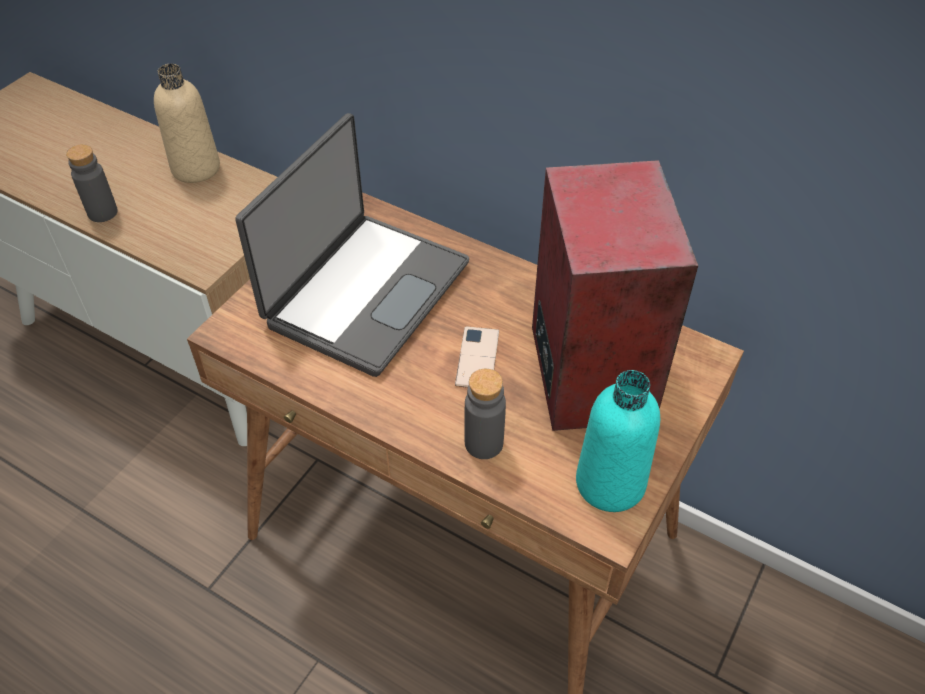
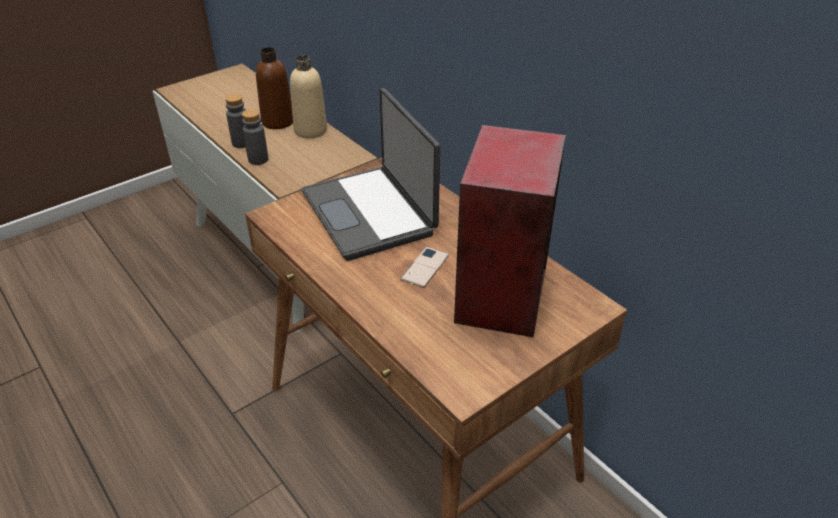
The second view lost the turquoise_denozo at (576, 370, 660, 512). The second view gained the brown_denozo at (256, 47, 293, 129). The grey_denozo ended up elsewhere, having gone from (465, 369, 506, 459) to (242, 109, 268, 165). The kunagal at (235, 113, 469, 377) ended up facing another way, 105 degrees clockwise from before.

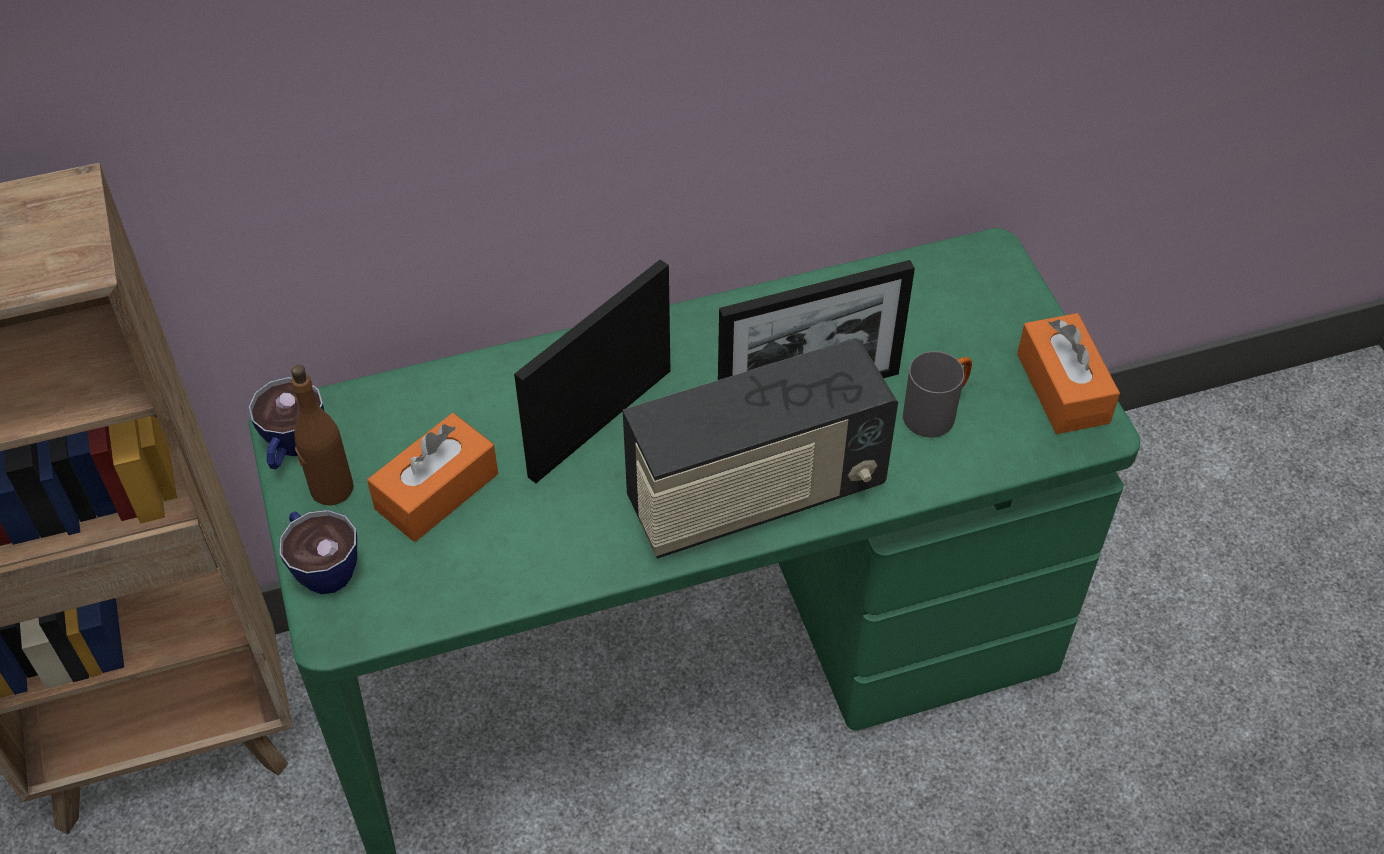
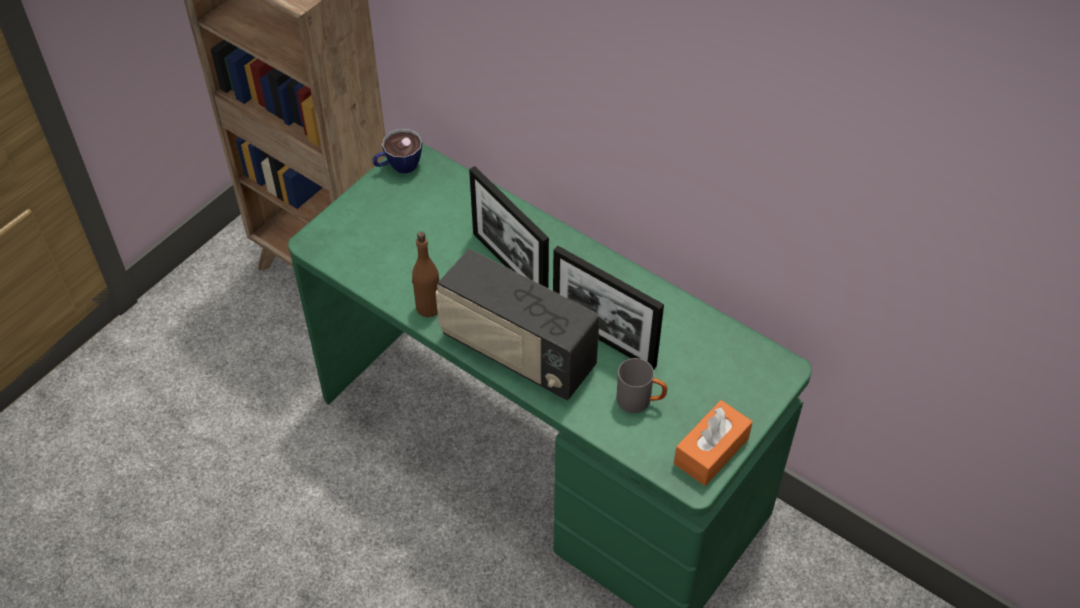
The second view lost the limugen at (279, 510, 357, 594). The second view lost the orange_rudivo at (367, 413, 498, 542). The brown_denozo ended up elsewhere, having gone from (291, 364, 354, 506) to (412, 232, 439, 317). The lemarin at (514, 260, 670, 483) ended up facing another way, 135 degrees counterclockwise from before.

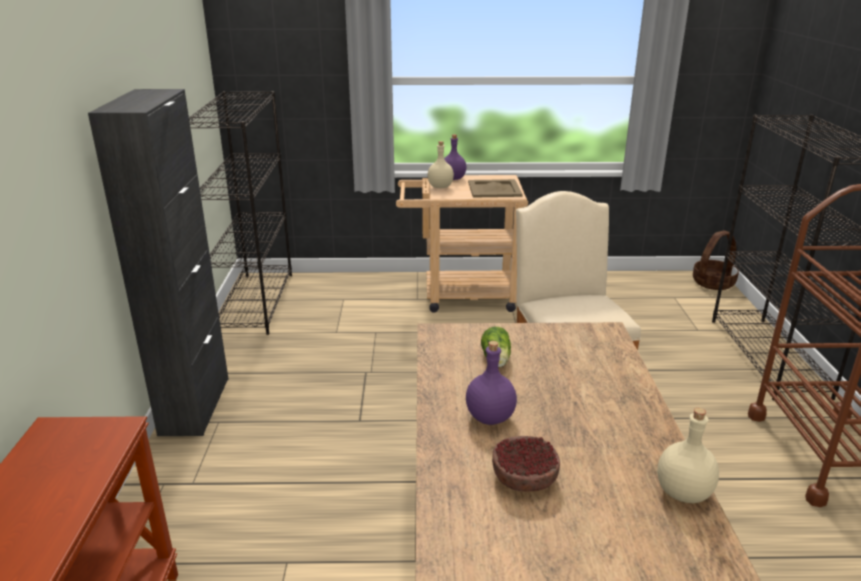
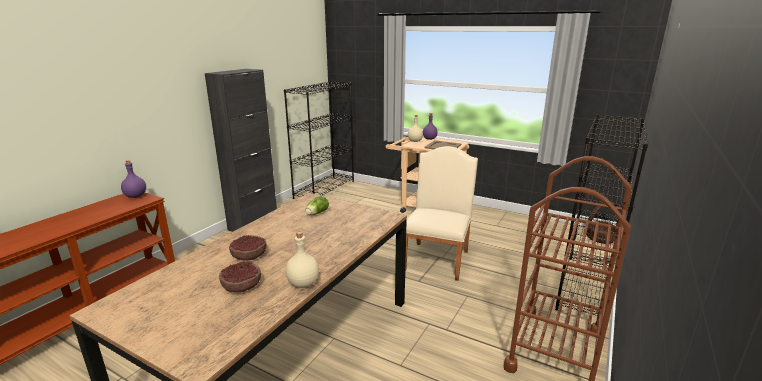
The second view gained the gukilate at (219, 261, 261, 292). The purple_denozo ended up elsewhere, having gone from (466, 341, 517, 425) to (121, 160, 146, 198).

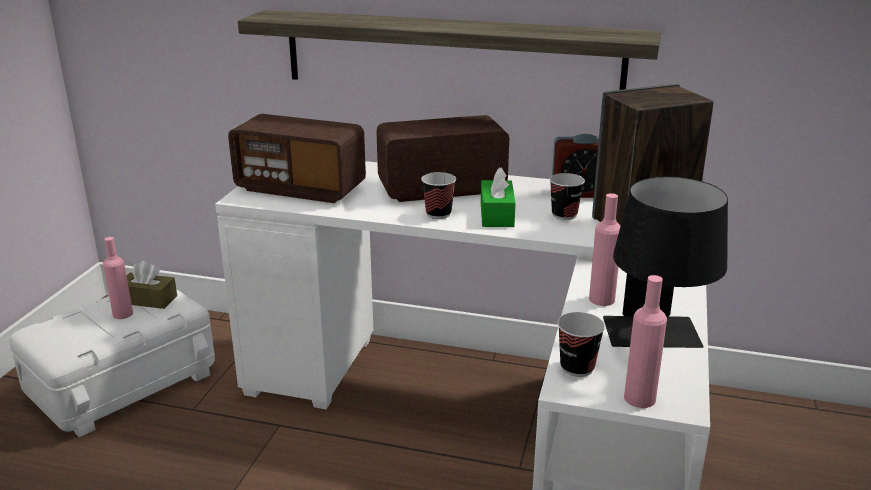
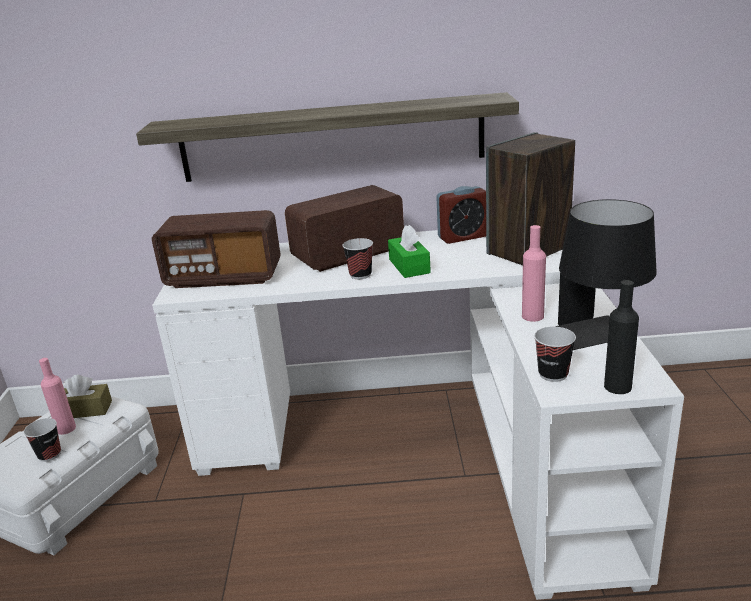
The limugen ended up elsewhere, having gone from (550, 173, 585, 220) to (24, 418, 61, 462). What was the pink_denozo at (624, 275, 667, 408) turned into the black_denozo at (604, 280, 639, 394).

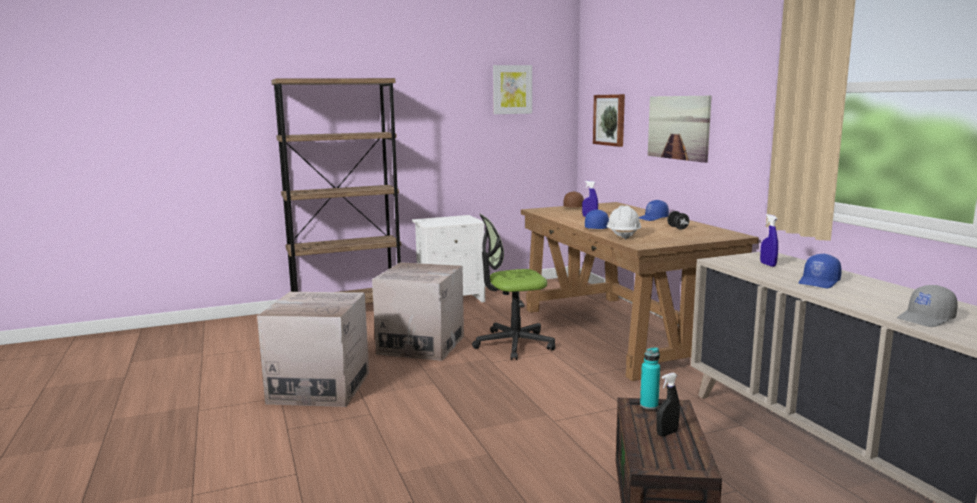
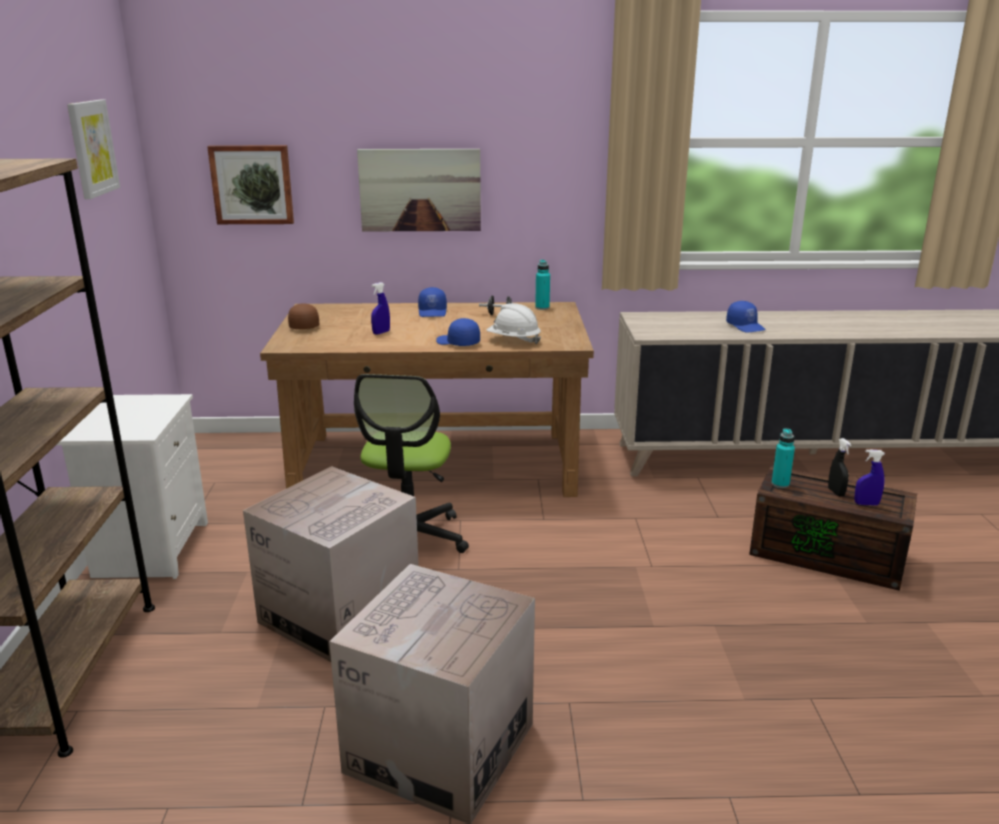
The second view lost the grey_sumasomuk at (897, 285, 958, 327). The second view gained the turquoise_denozo at (535, 260, 550, 310). The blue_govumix ended up elsewhere, having gone from (760, 214, 778, 267) to (854, 449, 885, 506).

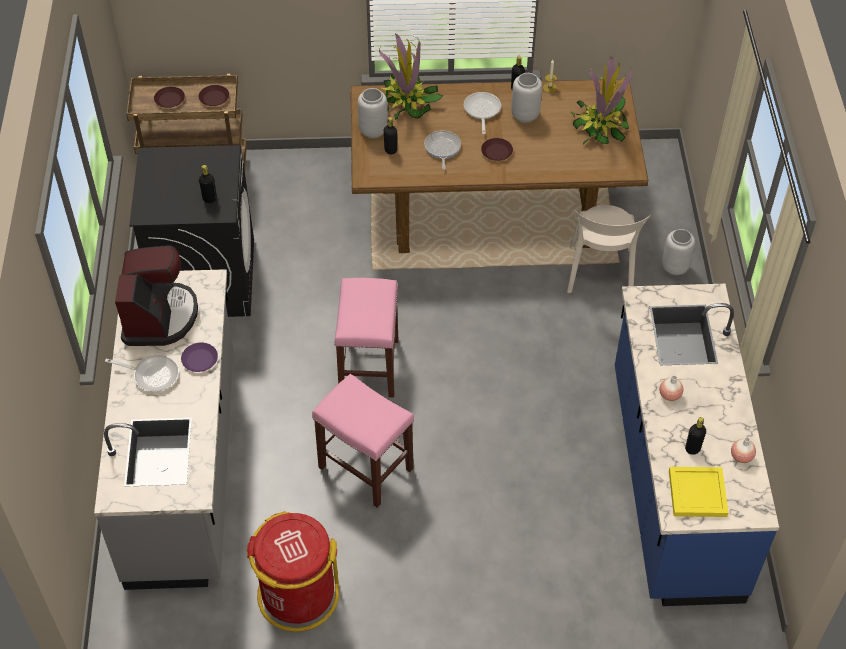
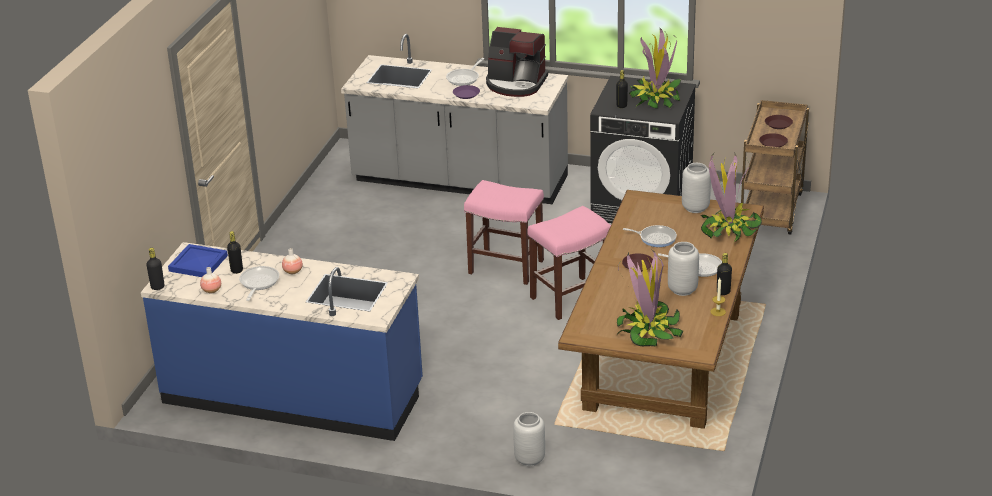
The second view lost the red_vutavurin at (247, 511, 339, 632). The second view lost the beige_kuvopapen at (567, 205, 651, 293). The second view gained the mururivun at (239, 266, 279, 301). The second view gained the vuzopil at (629, 27, 681, 109). The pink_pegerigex ended up elsewhere, having gone from (312, 374, 414, 508) to (527, 206, 611, 320). The black_denozo ended up elsewhere, having gone from (384, 117, 397, 154) to (146, 248, 164, 290). What was the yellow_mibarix at (669, 467, 728, 517) turned into the blue_mibarix at (168, 244, 228, 277).

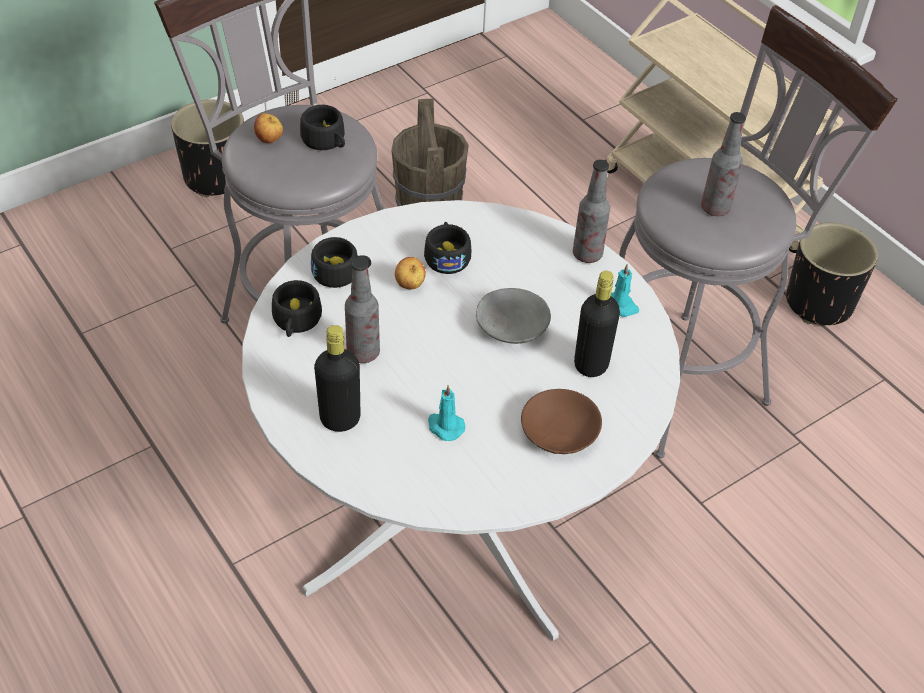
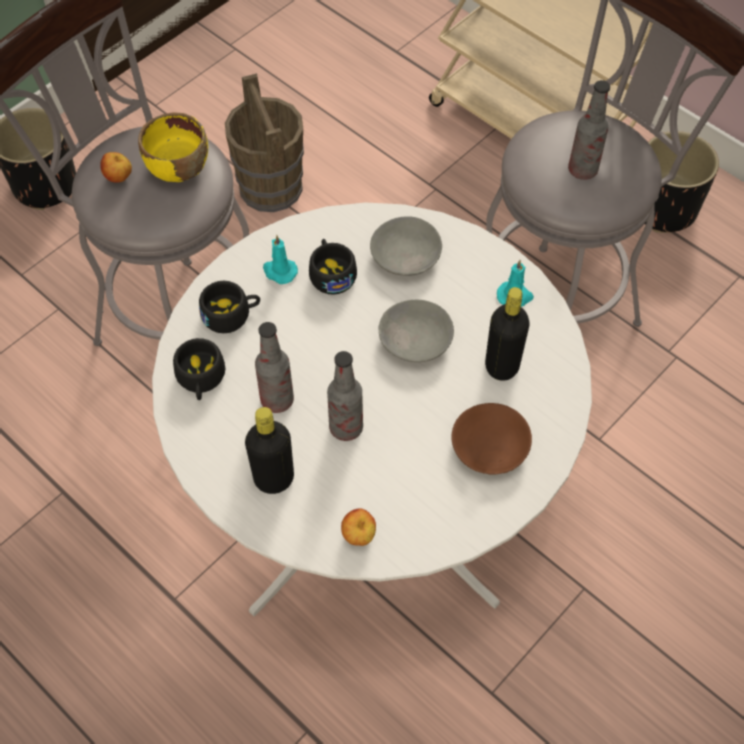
The second view gained the grey_gukilate at (370, 216, 442, 276). The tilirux ended up elsewhere, having gone from (395, 257, 426, 290) to (341, 508, 376, 546). The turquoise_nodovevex ended up elsewhere, having gone from (428, 385, 465, 441) to (263, 235, 298, 284). The denozo ended up elsewhere, having gone from (573, 160, 610, 263) to (327, 351, 363, 441). Where the black_limugen stood at (300, 105, 345, 150), the yellow_gukilate came to stand at (138, 112, 208, 182).

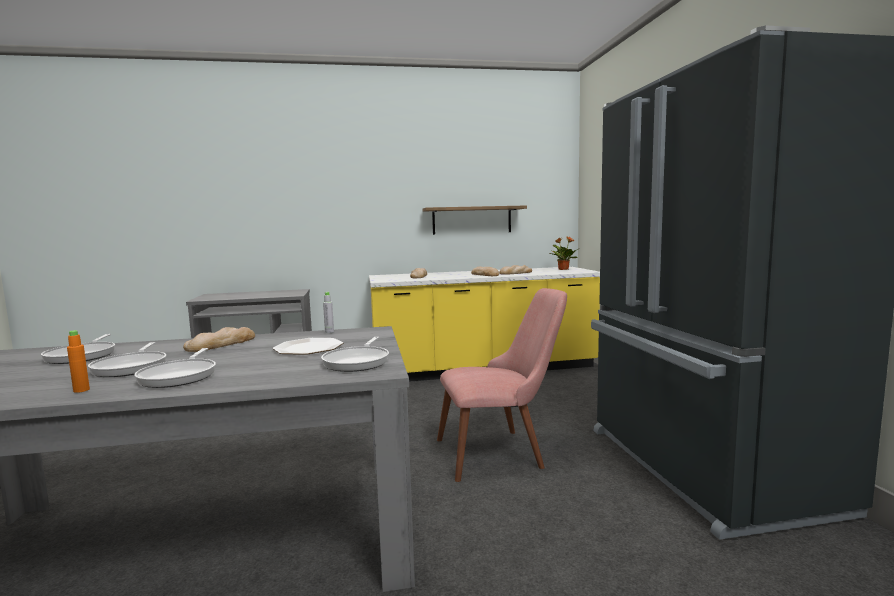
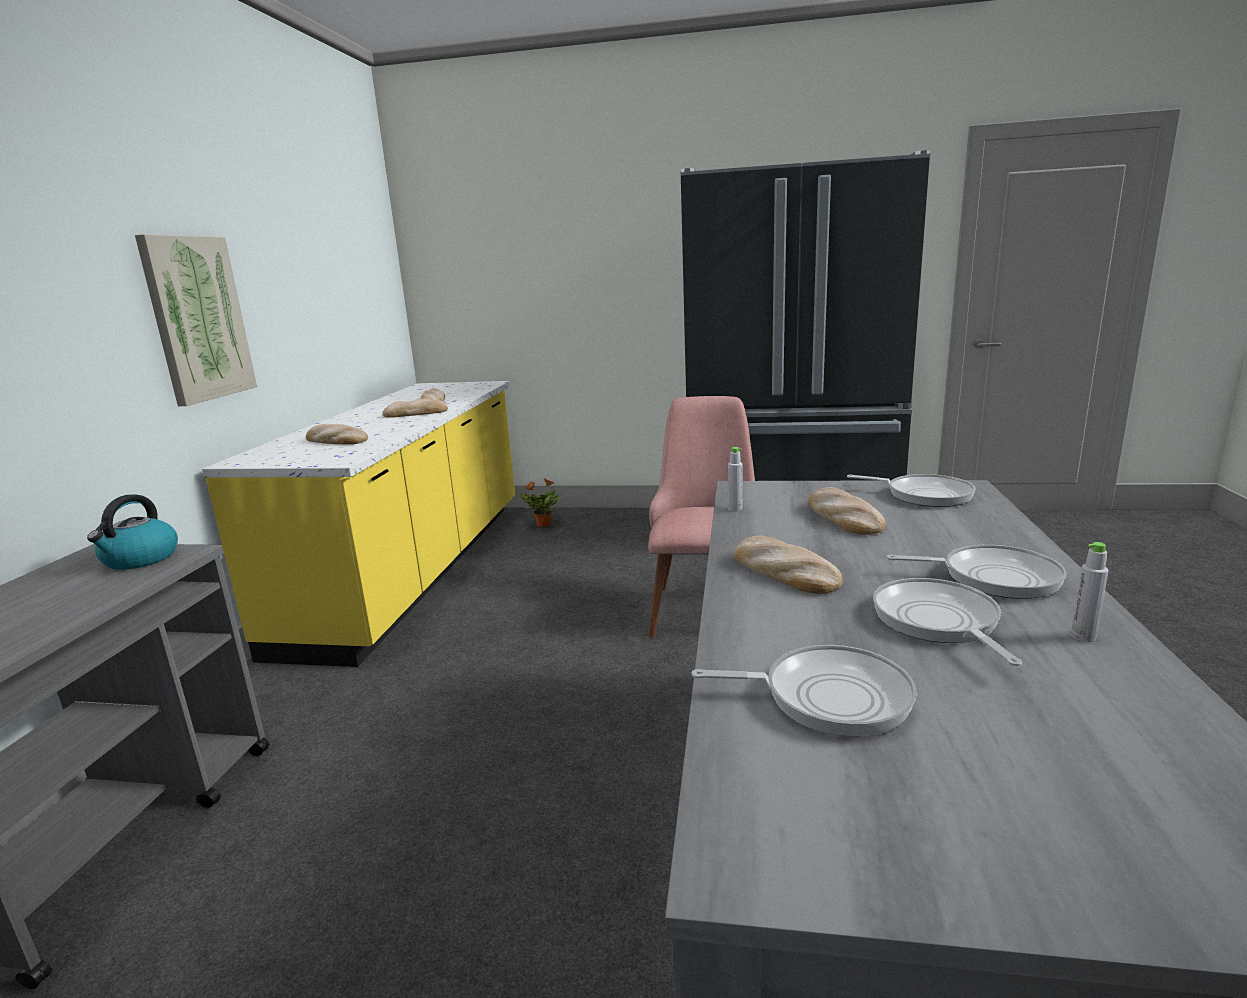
The second view lost the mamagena at (422, 205, 527, 235). The second view gained the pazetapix at (87, 494, 178, 570). The second view gained the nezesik at (135, 234, 257, 406). The vuzopil ended up elsewhere, having gone from (550, 237, 578, 270) to (520, 478, 562, 528). Where the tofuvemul stood at (272, 338, 343, 355), the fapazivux came to stand at (808, 487, 886, 535). What was the orange_denozo at (67, 330, 90, 393) turned into the grey_denozo at (1071, 542, 1109, 642). The mururivun at (88, 342, 166, 377) ended up facing another way, 105 degrees counterclockwise from before.

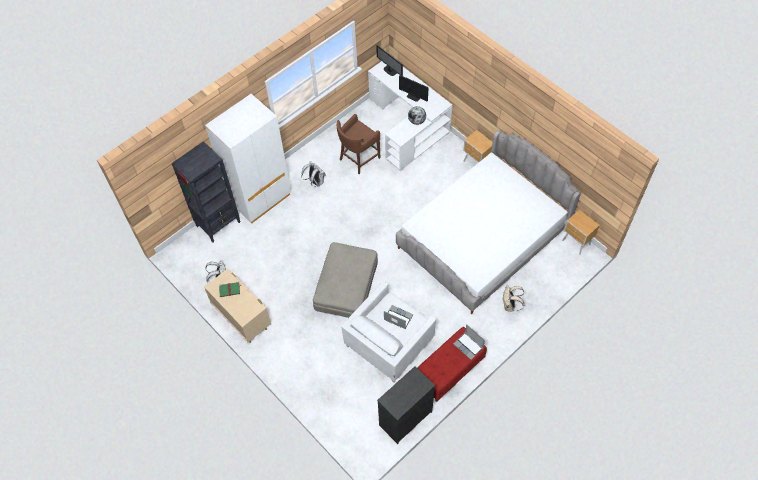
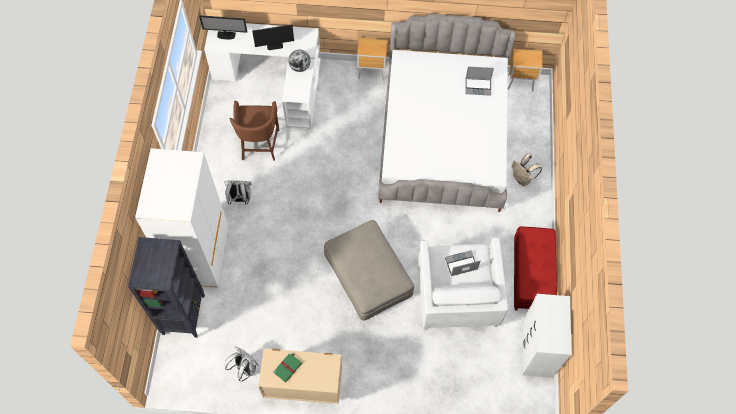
The kunagal ended up elsewhere, having gone from (453, 324, 485, 360) to (465, 67, 494, 96). What was the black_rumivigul at (377, 366, 435, 444) turned into the white_rumivigul at (522, 294, 572, 378).

